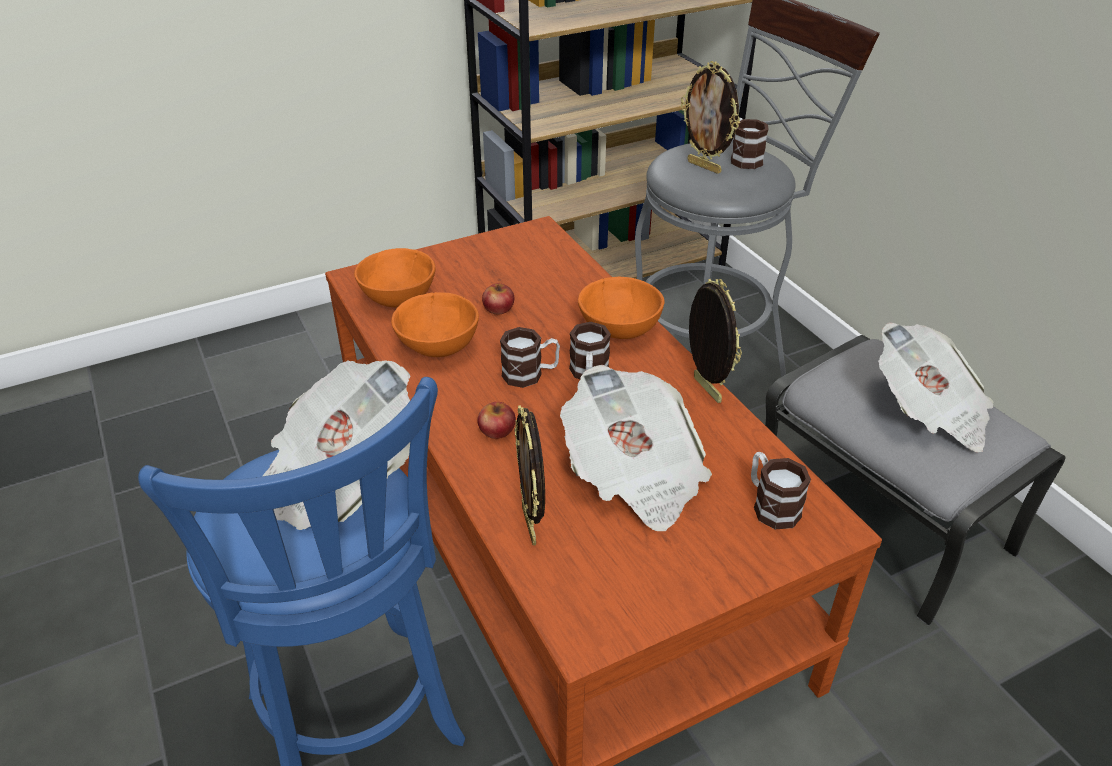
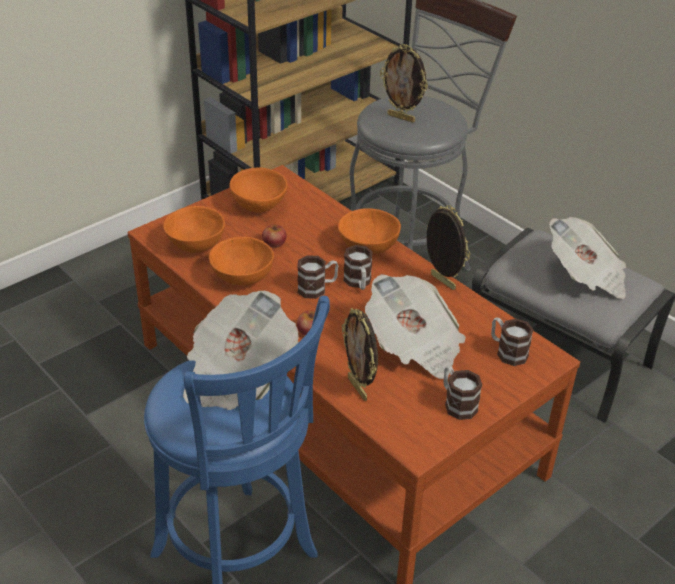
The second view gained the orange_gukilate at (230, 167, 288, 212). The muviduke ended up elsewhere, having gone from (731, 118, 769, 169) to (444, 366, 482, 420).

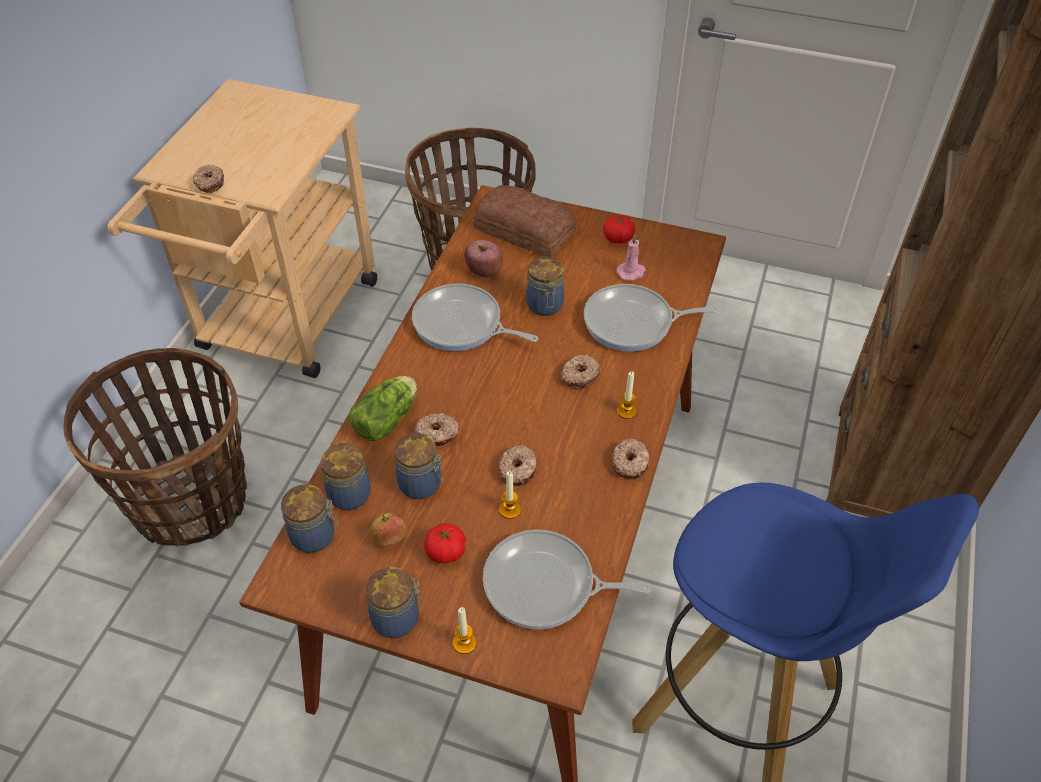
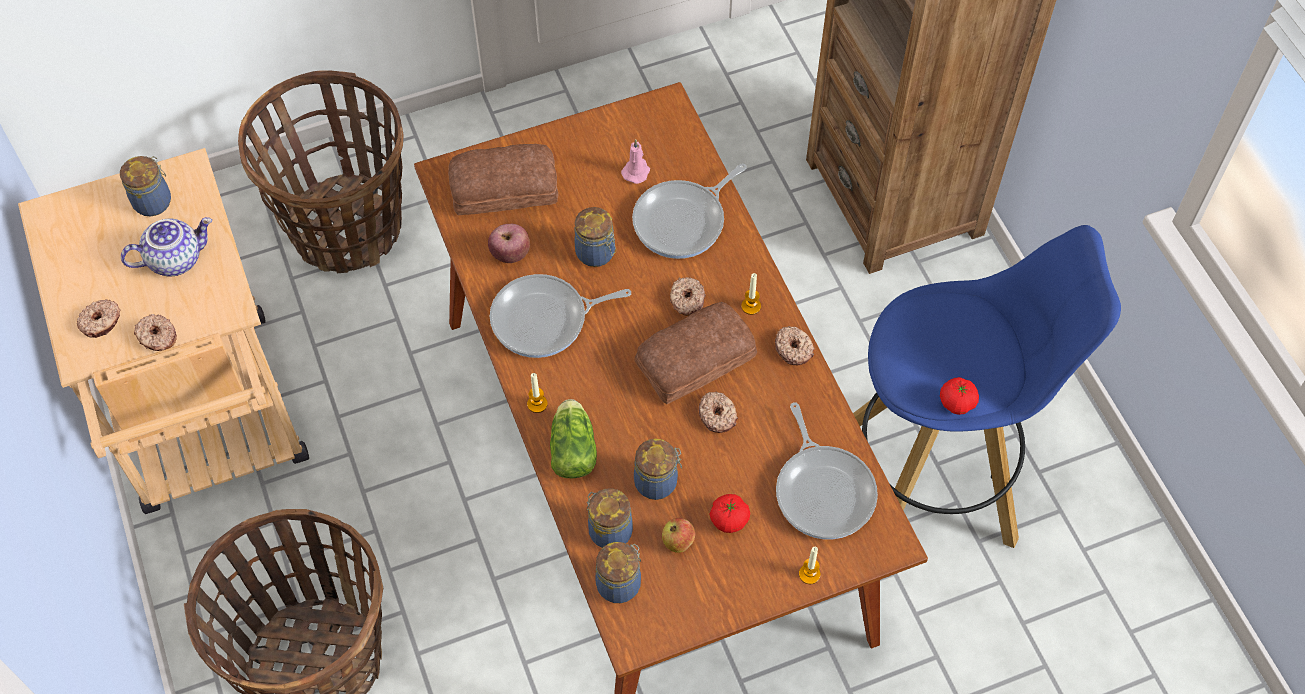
The second view gained the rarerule at (121, 217, 212, 276). The second view gained the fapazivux at (634, 302, 757, 404). The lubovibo ended up elsewhere, having gone from (366, 567, 423, 638) to (120, 156, 171, 216). The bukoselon ended up elsewhere, having gone from (414, 413, 460, 446) to (77, 299, 121, 338). The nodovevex ended up elsewhere, having gone from (499, 472, 521, 519) to (527, 373, 548, 413). The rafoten ended up elsewhere, having gone from (603, 215, 635, 244) to (940, 377, 979, 415). The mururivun at (483, 530, 651, 629) ended up facing another way, 75 degrees counterclockwise from before.

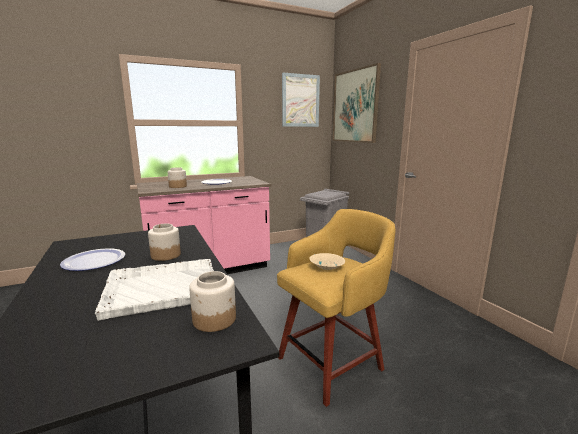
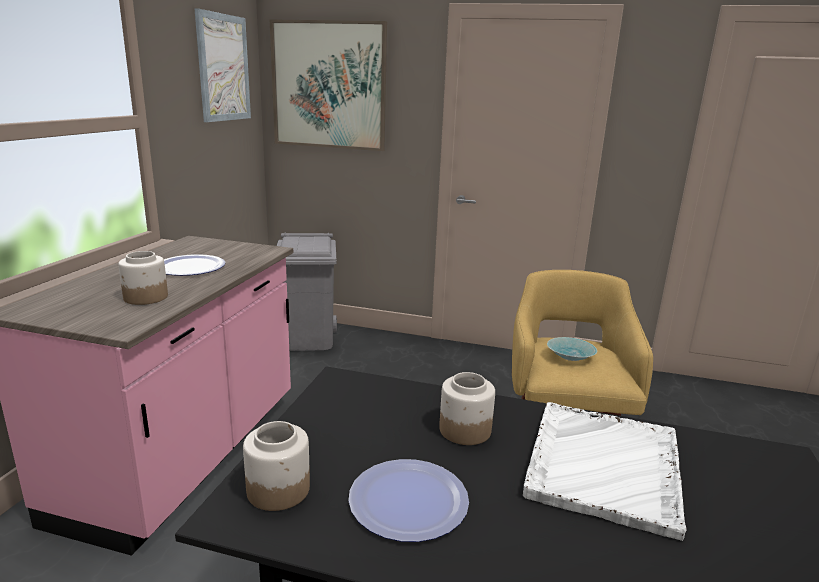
The lubovibo ended up elsewhere, having gone from (189, 271, 236, 332) to (243, 421, 310, 511). What was the beige_gukilate at (309, 253, 345, 270) turned into the turquoise_gukilate at (547, 337, 597, 361).

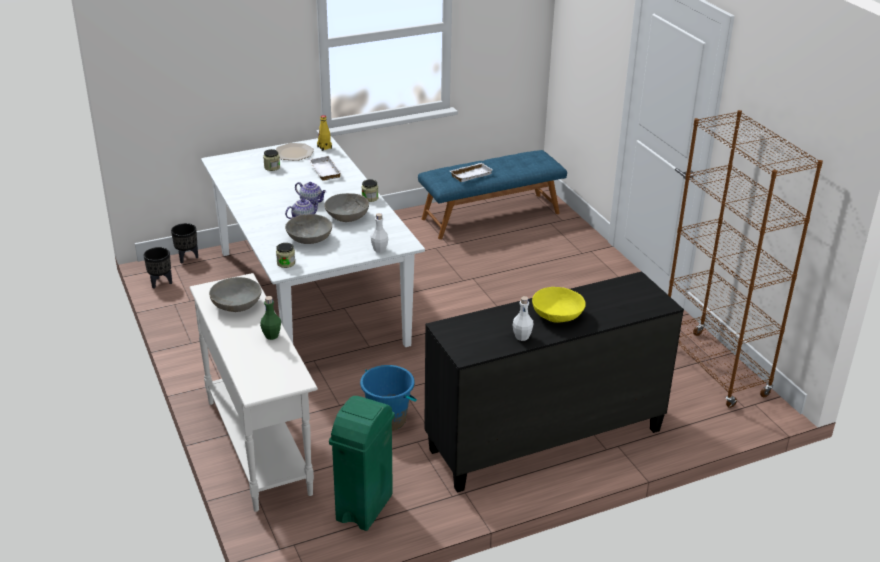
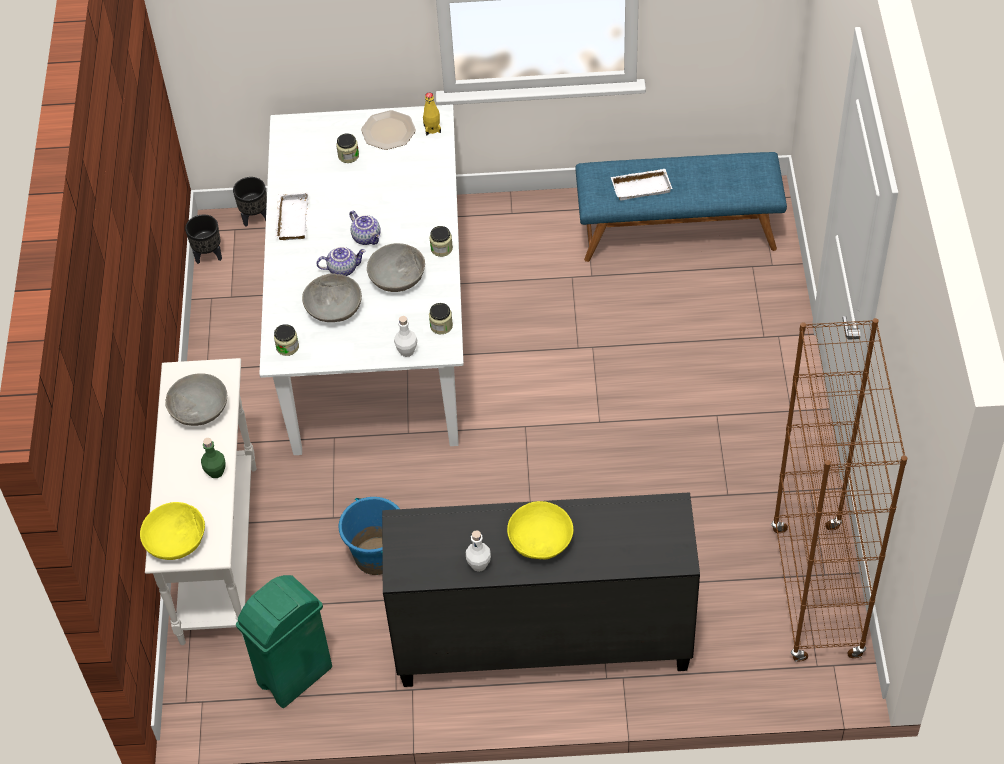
The second view gained the yellow_gukilate at (140, 502, 205, 560). The second view gained the lubovibo at (429, 303, 453, 334). The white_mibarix ended up elsewhere, having gone from (308, 155, 342, 181) to (275, 192, 308, 240).

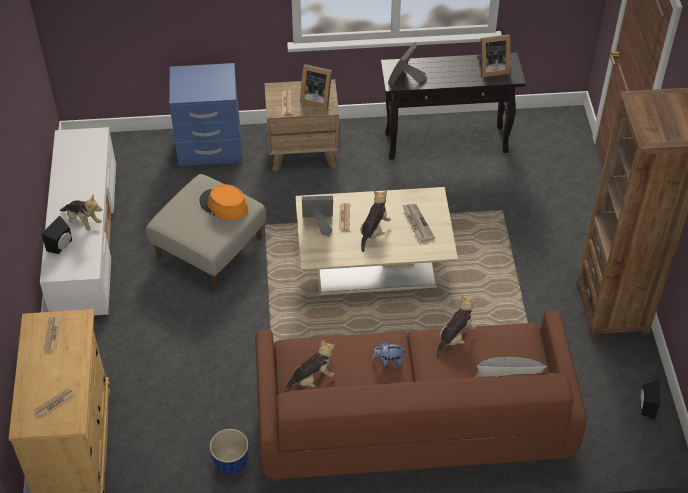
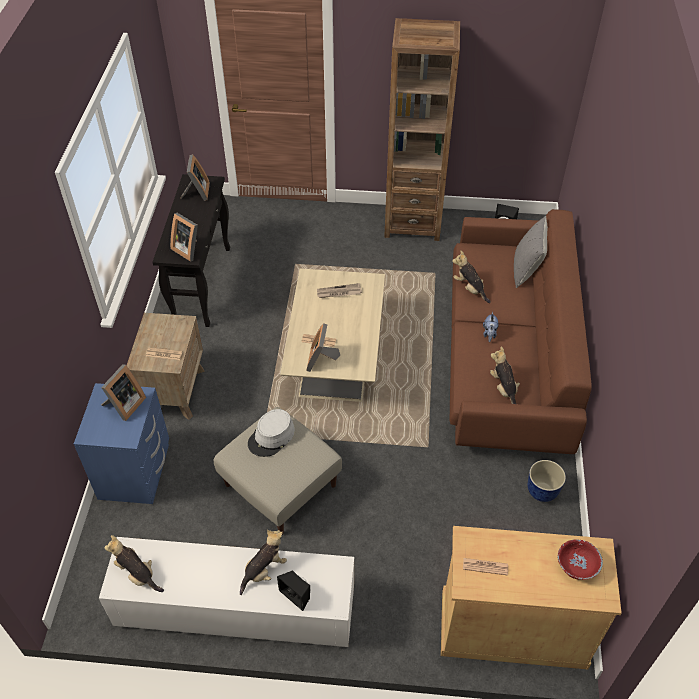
The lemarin ended up elsewhere, having gone from (300, 64, 332, 109) to (101, 364, 146, 421). The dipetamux ended up elsewhere, having gone from (360, 190, 391, 252) to (104, 535, 164, 592). Where the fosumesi stood at (33, 387, 75, 419), the red_gukilate came to stand at (558, 539, 603, 580). What was the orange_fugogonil at (200, 184, 248, 220) turned into the grey_fugogonil at (248, 409, 295, 457).

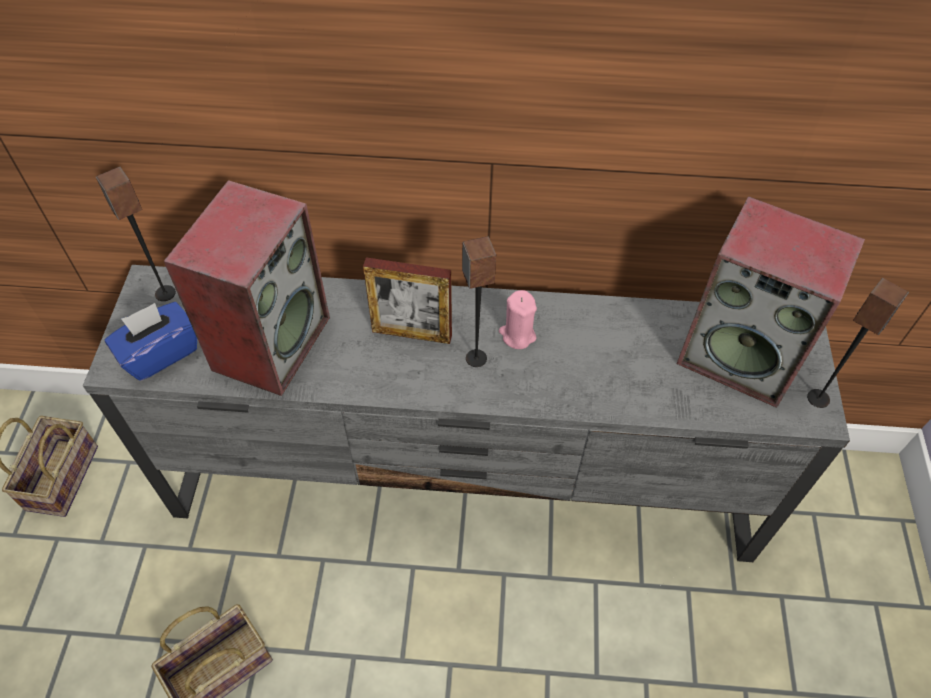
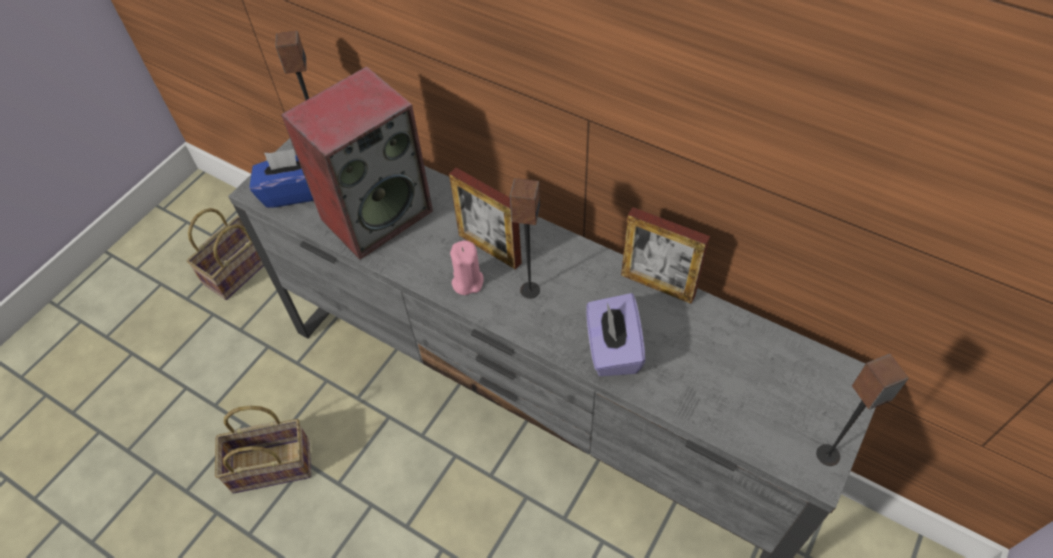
The second view lost the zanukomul at (677, 196, 865, 408). The second view gained the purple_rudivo at (586, 293, 645, 376). The second view gained the lemarin at (621, 207, 710, 304). The pink_nodovevex ended up elsewhere, having gone from (499, 290, 537, 349) to (450, 241, 484, 295).

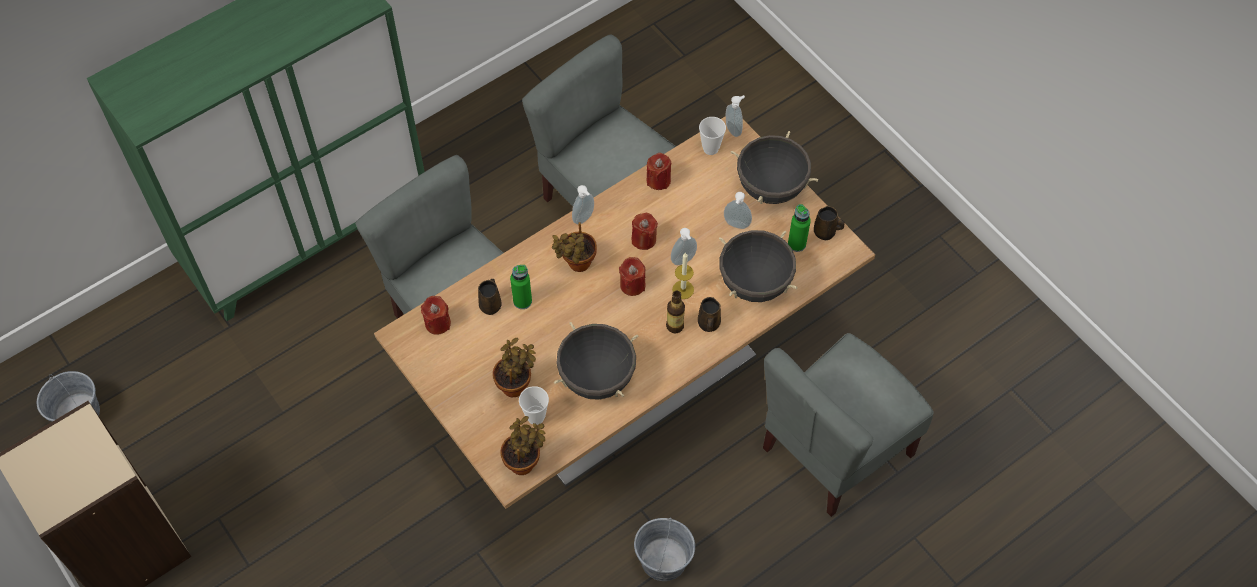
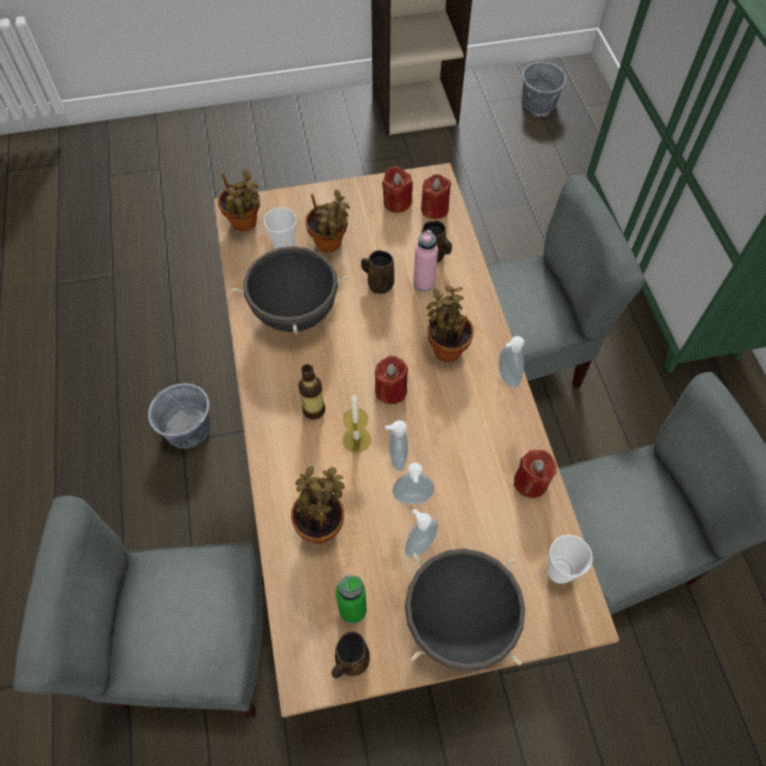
The red_nodovevex ended up elsewhere, having gone from (631, 213, 658, 250) to (382, 166, 413, 213). The brown_muviduke ended up elsewhere, having gone from (698, 297, 721, 332) to (361, 250, 394, 294). The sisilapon ended up elsewhere, having gone from (726, 95, 745, 137) to (392, 463, 434, 504). Where the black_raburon stood at (719, 230, 797, 302), the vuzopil came to stand at (291, 466, 345, 544). What was the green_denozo at (510, 265, 532, 309) turned into the pink_denozo at (413, 230, 438, 292). The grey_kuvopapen at (763, 333, 934, 517) ended up facing another way, 75 degrees counterclockwise from before.

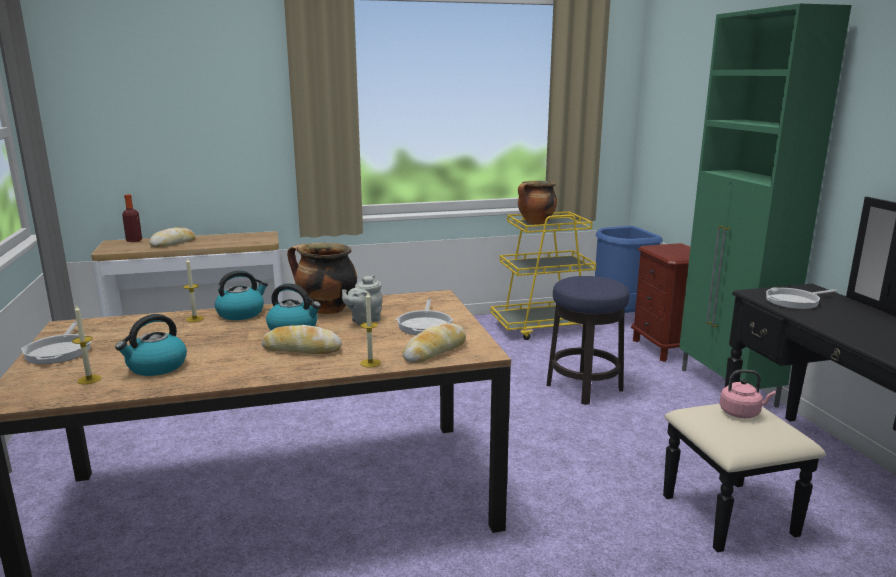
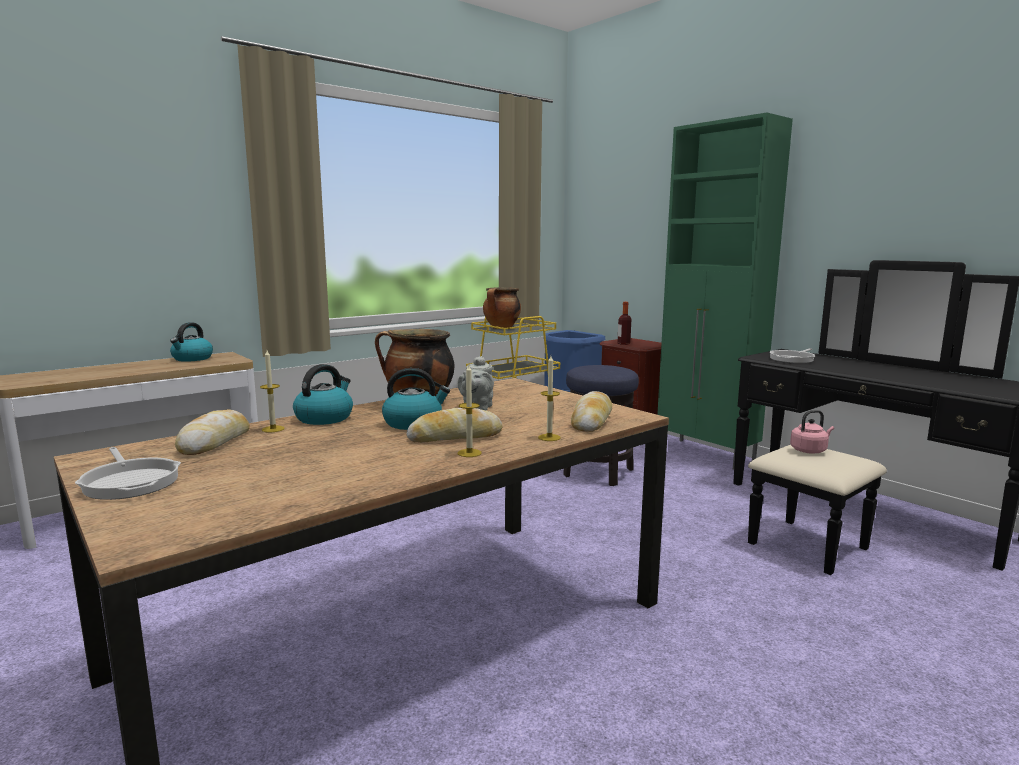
The second view lost the mururivun at (396, 299, 453, 335). The nodovevex ended up elsewhere, having gone from (72, 305, 101, 384) to (458, 365, 482, 457). The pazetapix ended up elsewhere, having gone from (115, 314, 187, 376) to (170, 322, 213, 362). The denozo ended up elsewhere, having gone from (122, 194, 142, 242) to (617, 302, 631, 345). The fapazivux ended up elsewhere, having gone from (149, 227, 195, 247) to (175, 410, 250, 455).

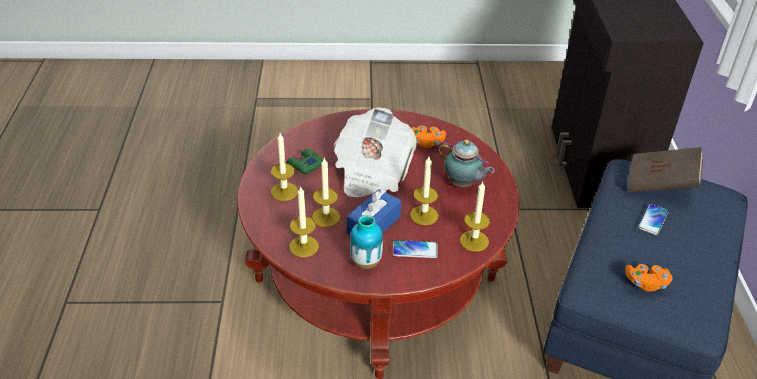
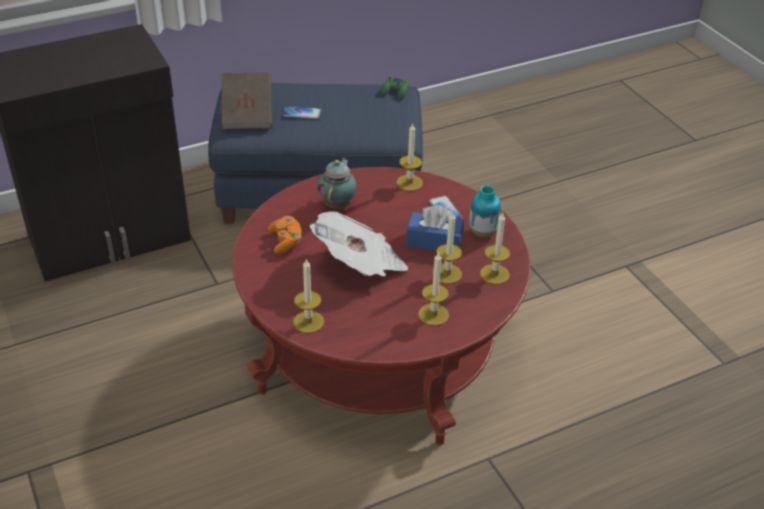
The second view lost the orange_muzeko at (625, 264, 673, 292). The green_muzeko ended up elsewhere, having gone from (286, 149, 323, 174) to (381, 76, 410, 99). The nodovevex ended up elsewhere, having gone from (410, 157, 438, 225) to (293, 258, 324, 333).

